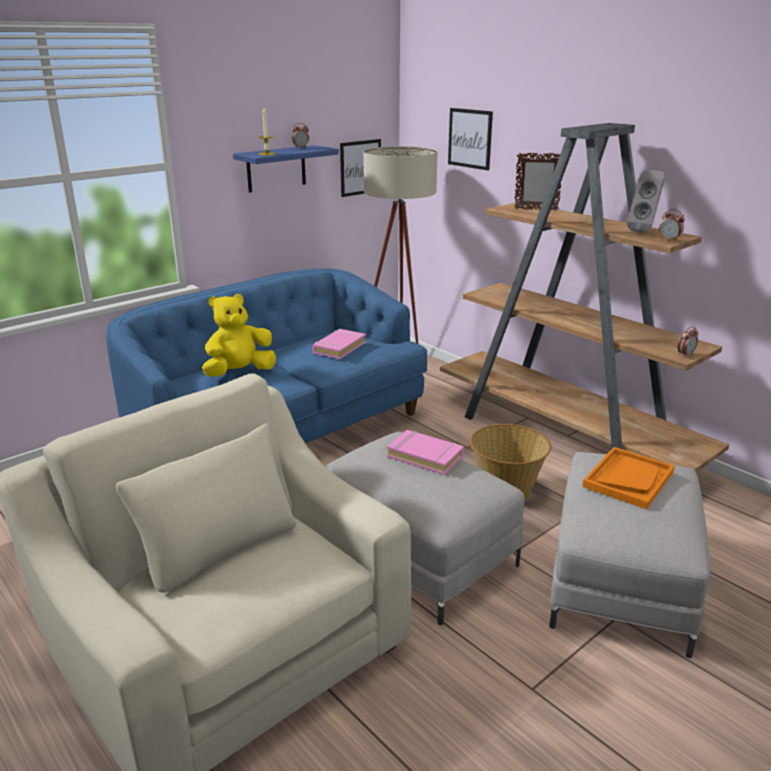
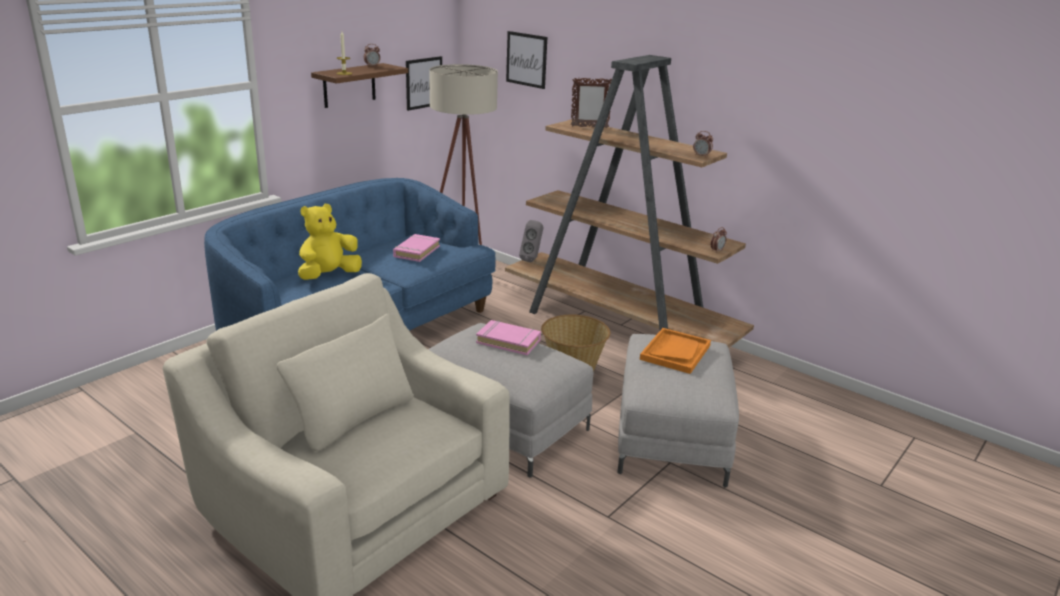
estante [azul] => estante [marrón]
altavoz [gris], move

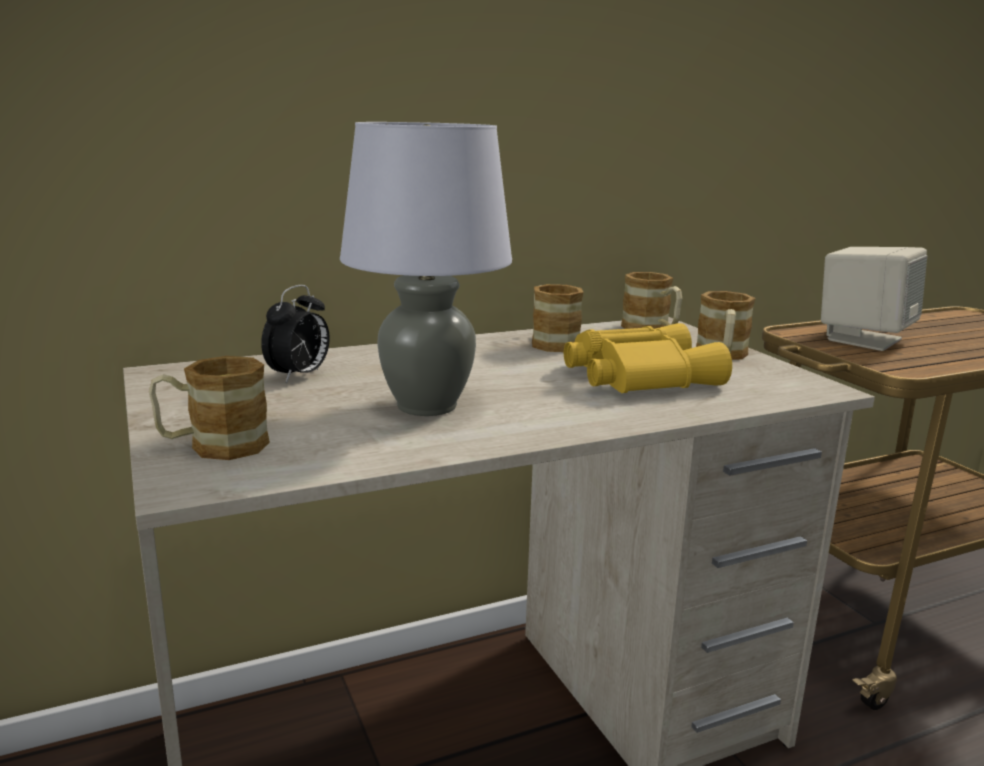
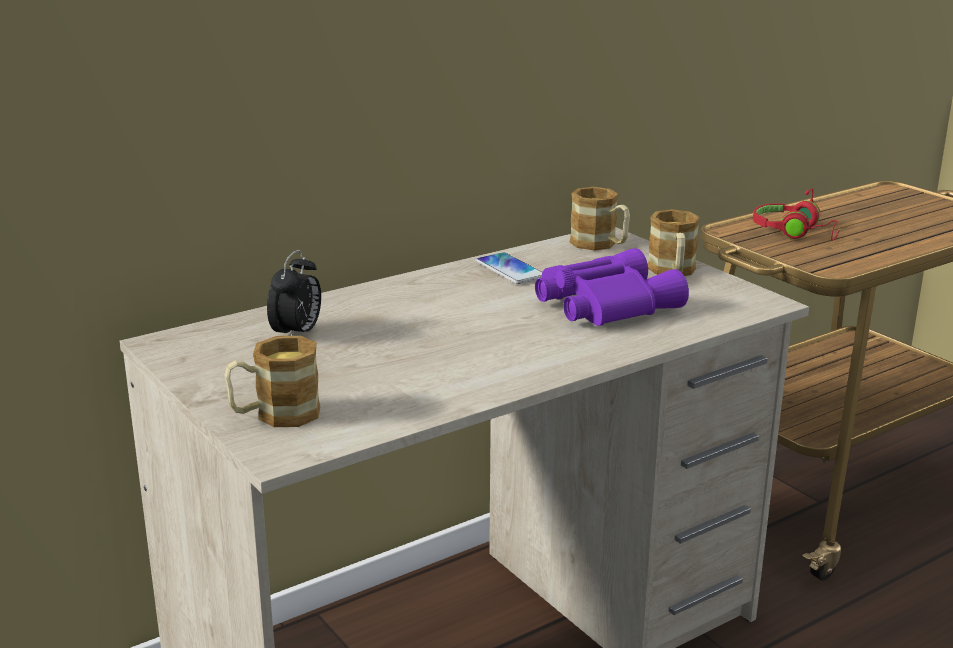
taza grande (2nd from left) => móvil
prismáticos [amarillo] => prismáticos [morado]
altavoz [beis] => auriculares [rojo]
lámpara de mesa [gris] => nothing

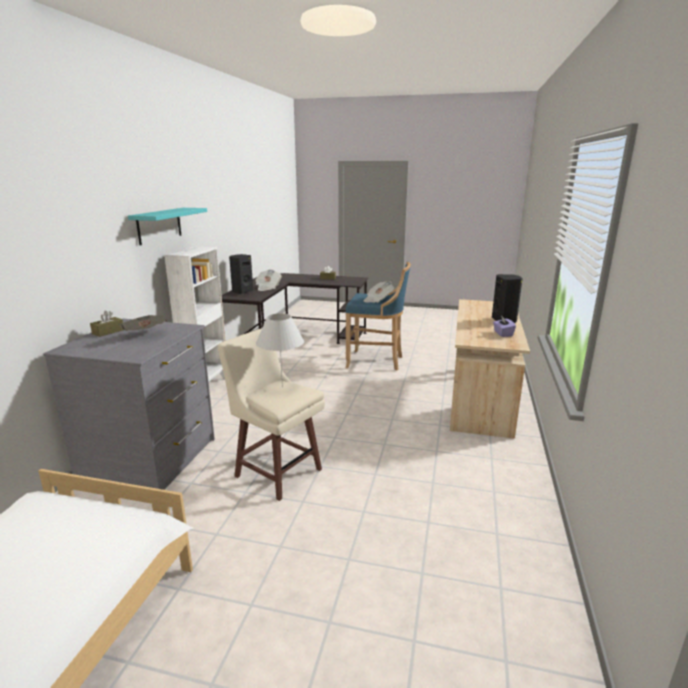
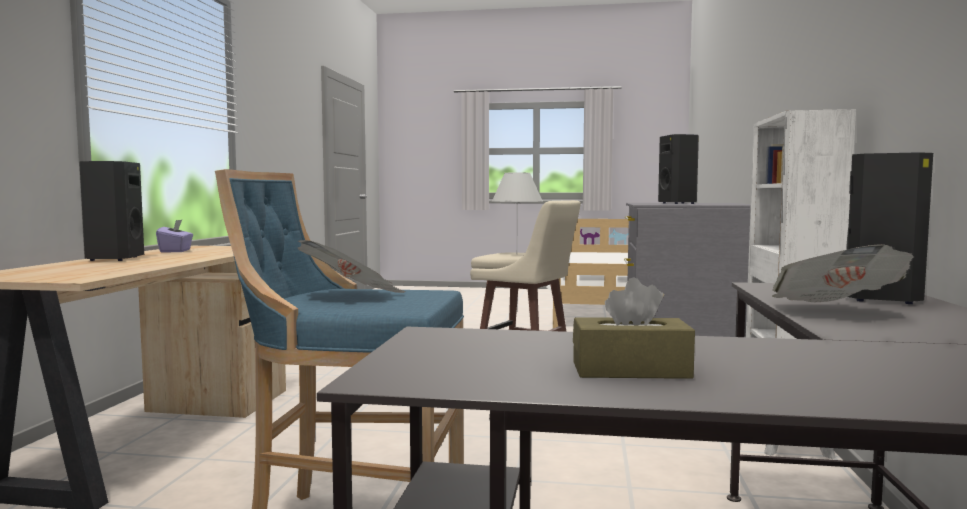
periódico (1st from left) => altavoz [negro] (2nd from left)
caja de pañuelos [marrón] (1st from left) => nothing
estante [turquesa] => nothing

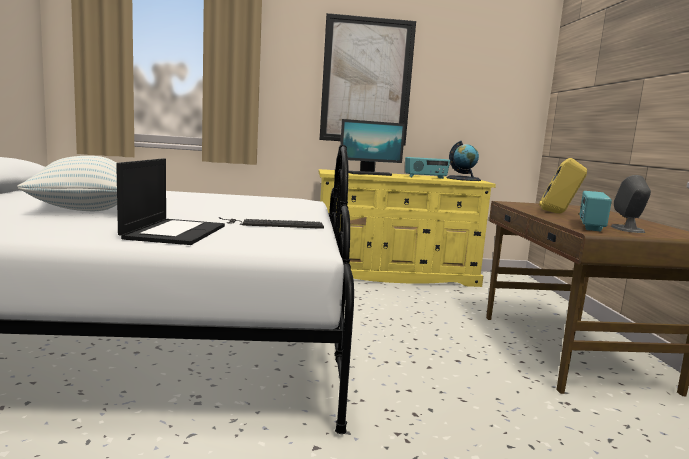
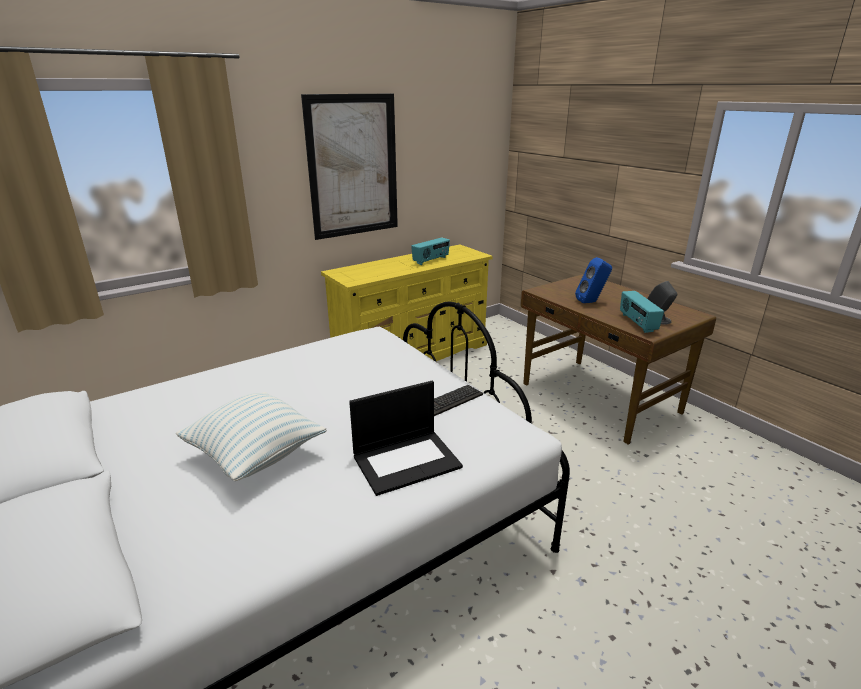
portátil, 90 degrees clockwise
altavoz [amarillo] => altavoz [azul]
monitor => nothing
globo terráqueo => nothing

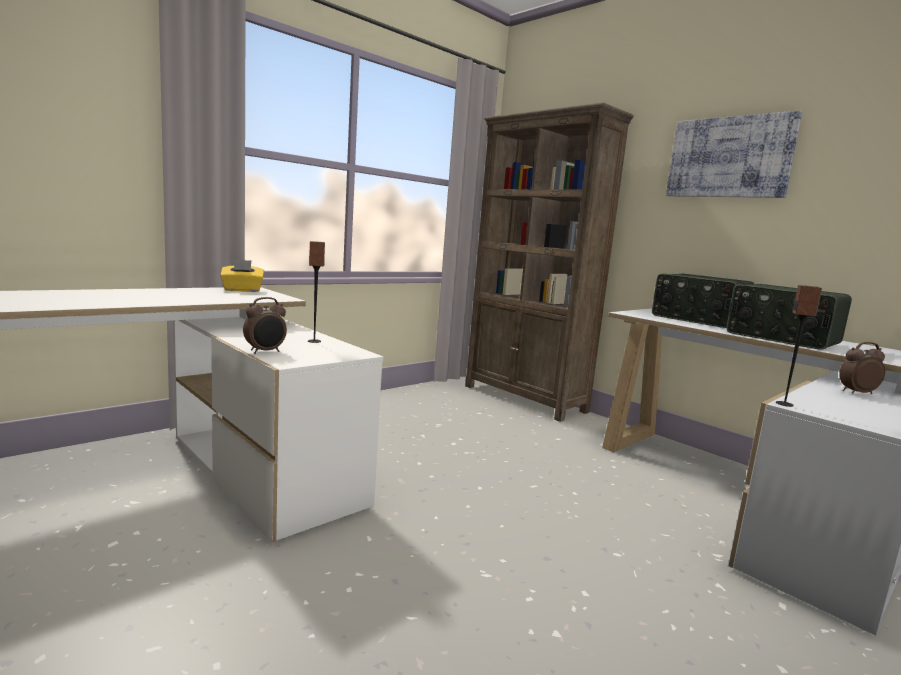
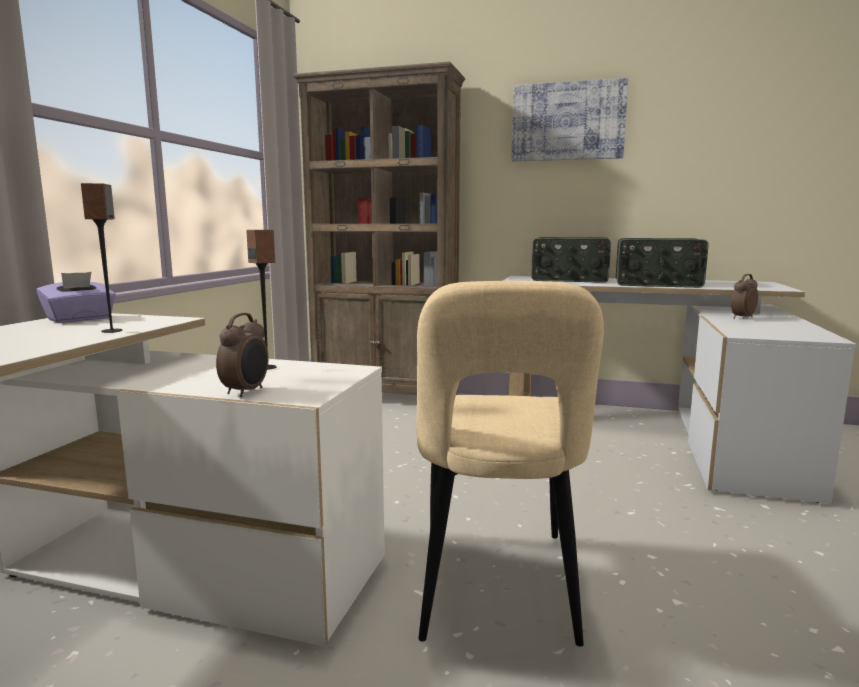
caja de pañuelos [amarillo] => caja de pañuelos [morado]
altavoz (2nd from left in the first image) => altavoz (1st from left), move
nothing => silla [beis]

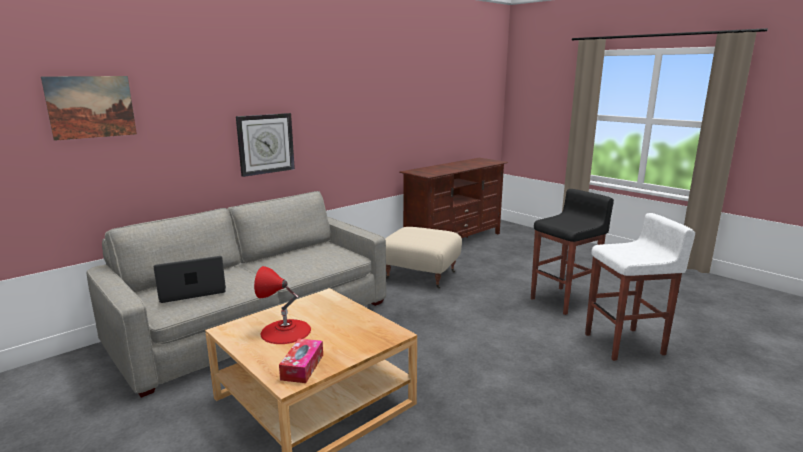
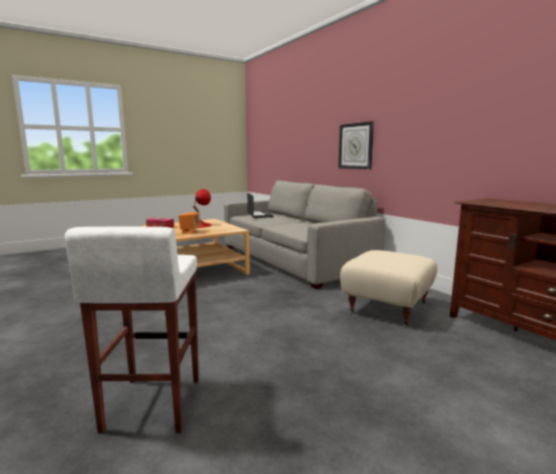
nothing => altavoz [naranja]
cuadro => nothing
taburete [negro] => nothing

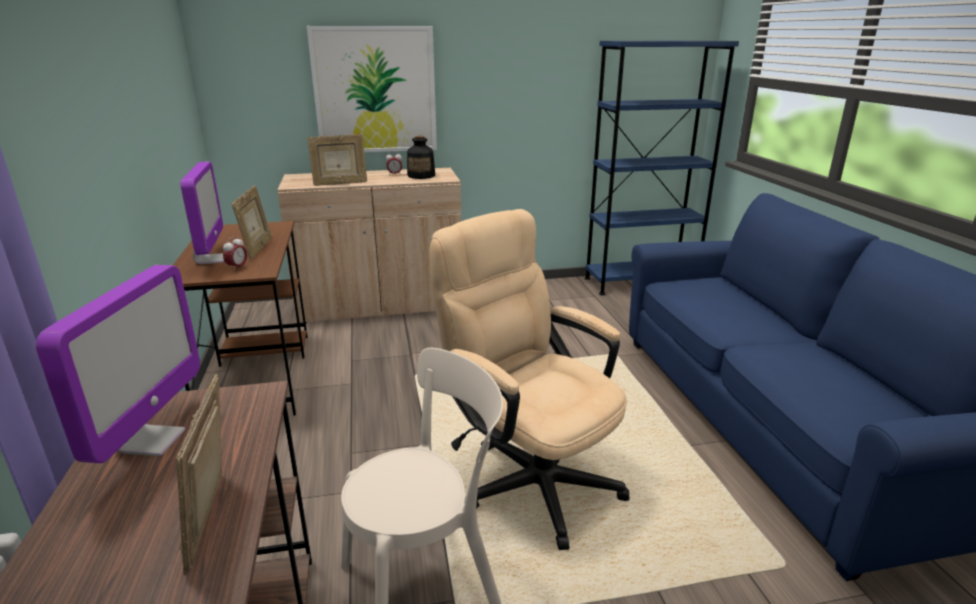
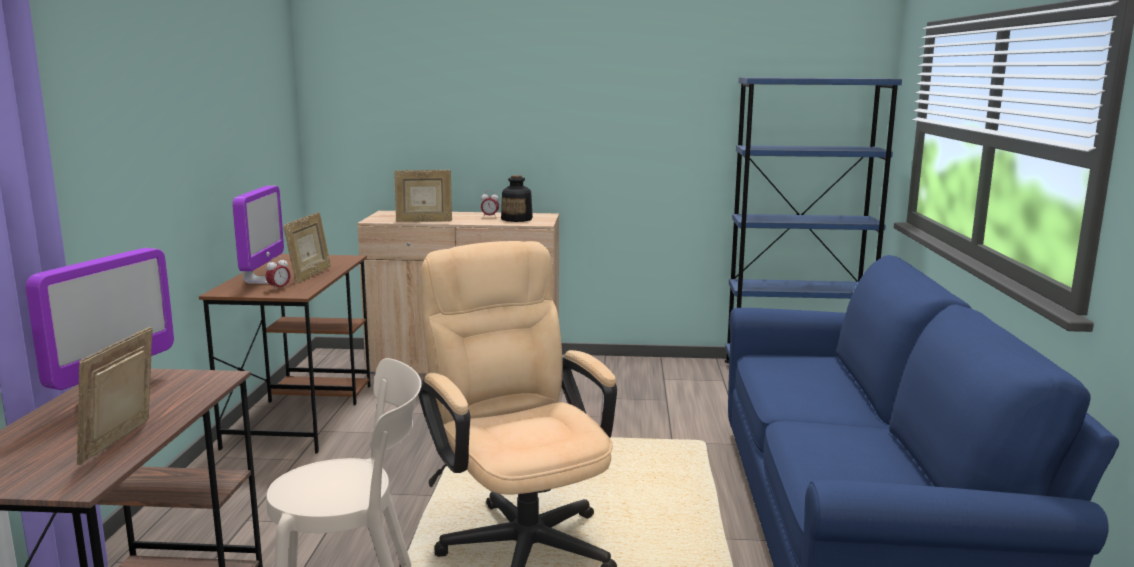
cuadro => nothing

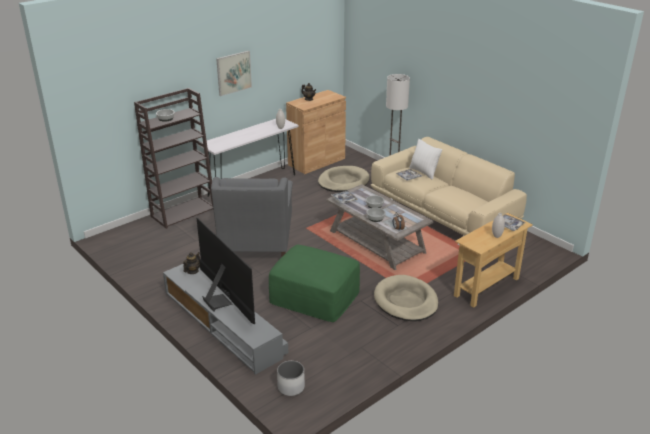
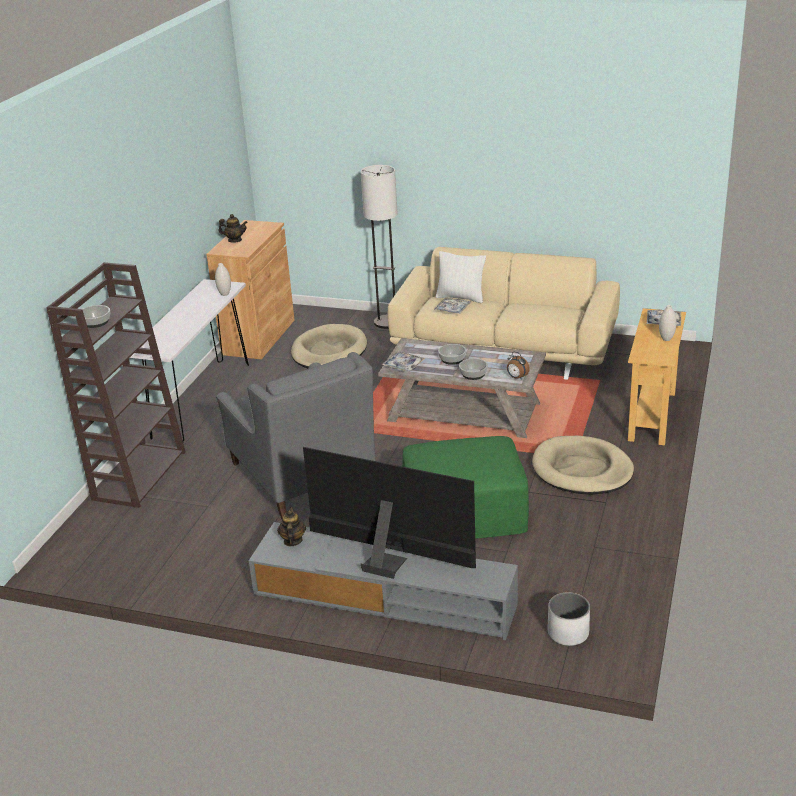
cuadro => nothing

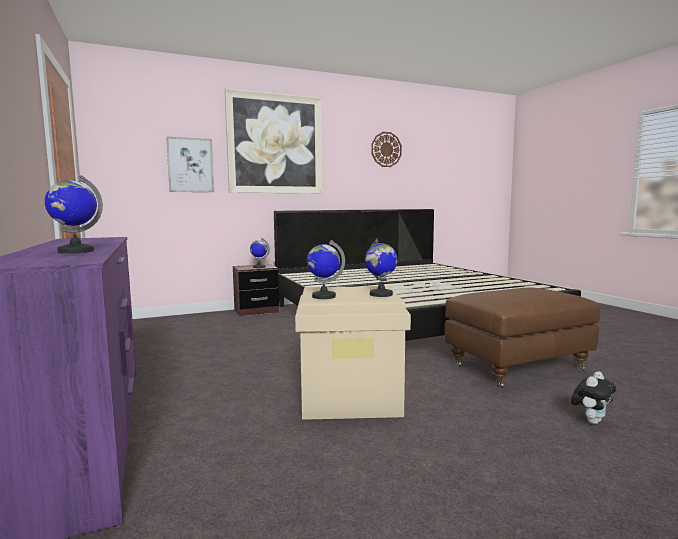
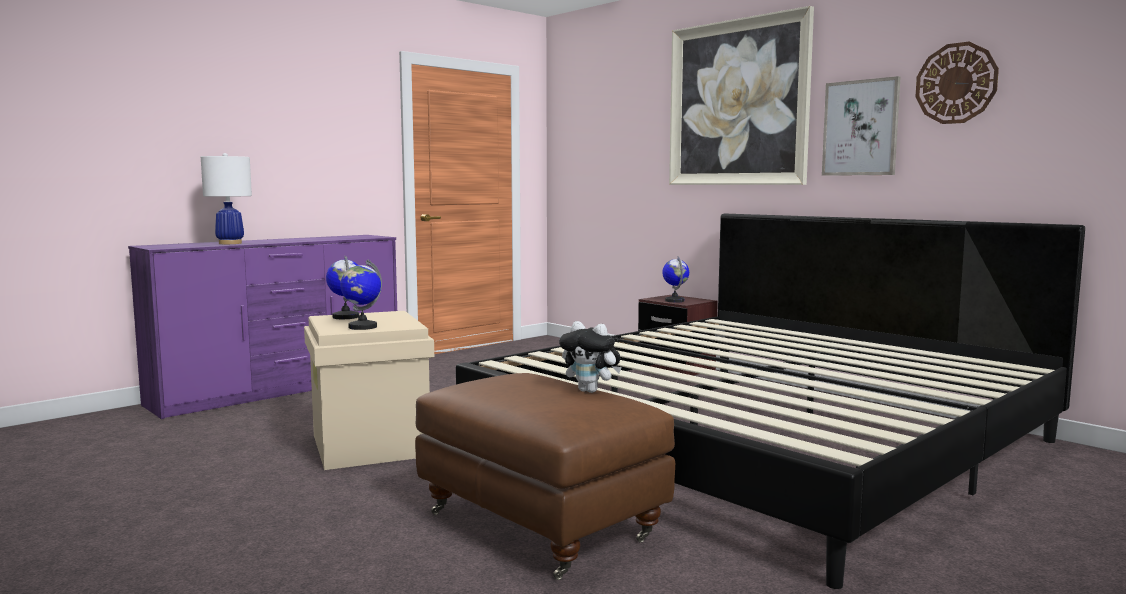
globo terráqueo (1st from left) => lámpara de mesa [blanco]
peluche, move
cuadro (1st from left in the first image) => cuadro (2nd from left), move

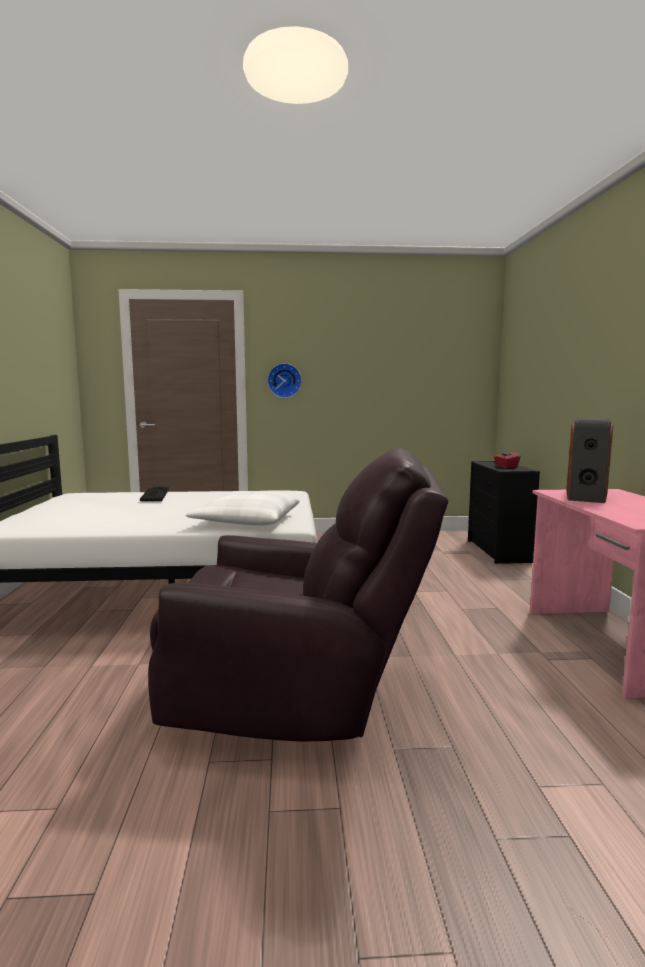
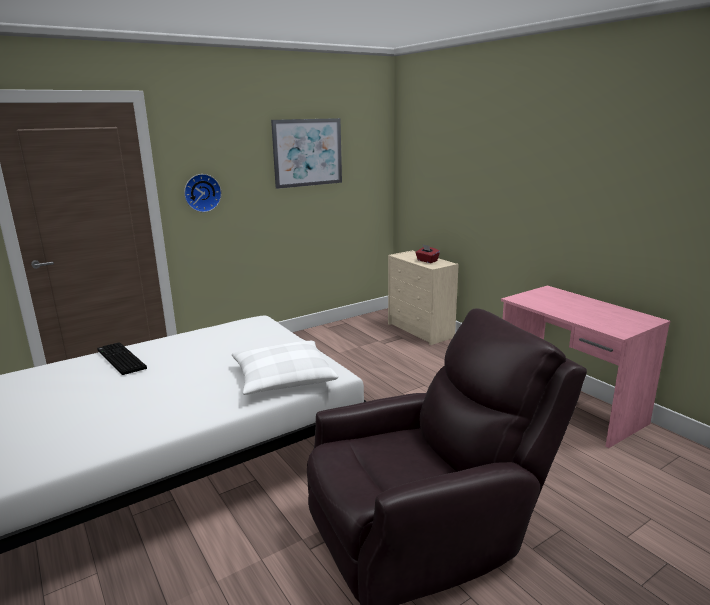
nothing => cuadro
cómoda [negro] => cómoda [beis]
altavoz => nothing

